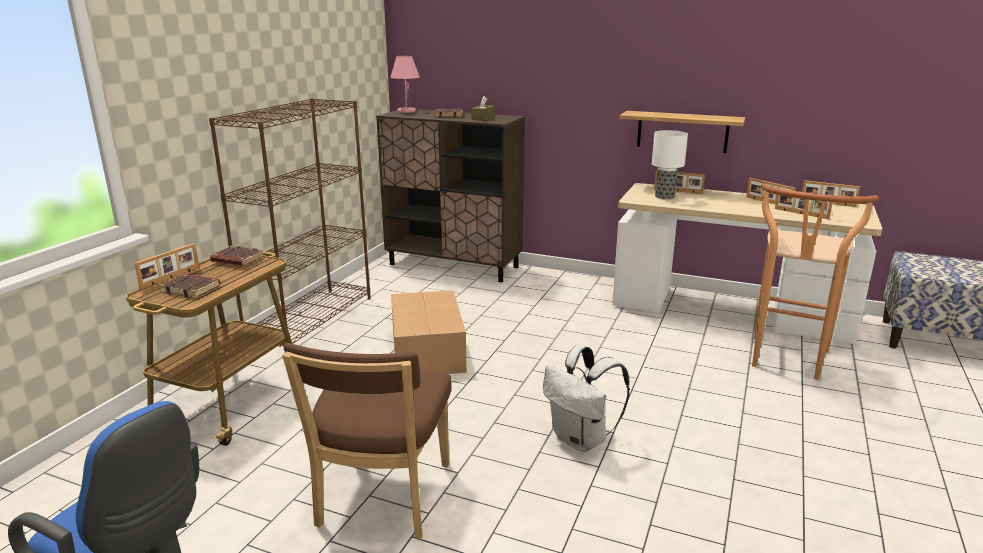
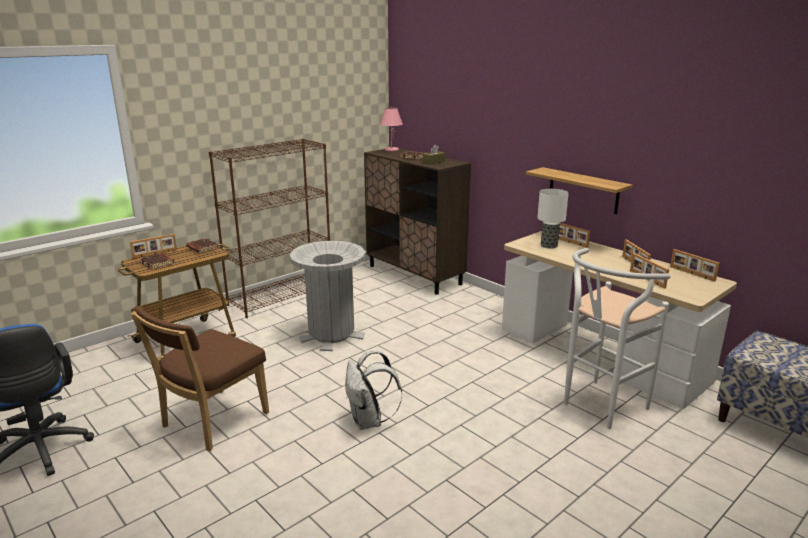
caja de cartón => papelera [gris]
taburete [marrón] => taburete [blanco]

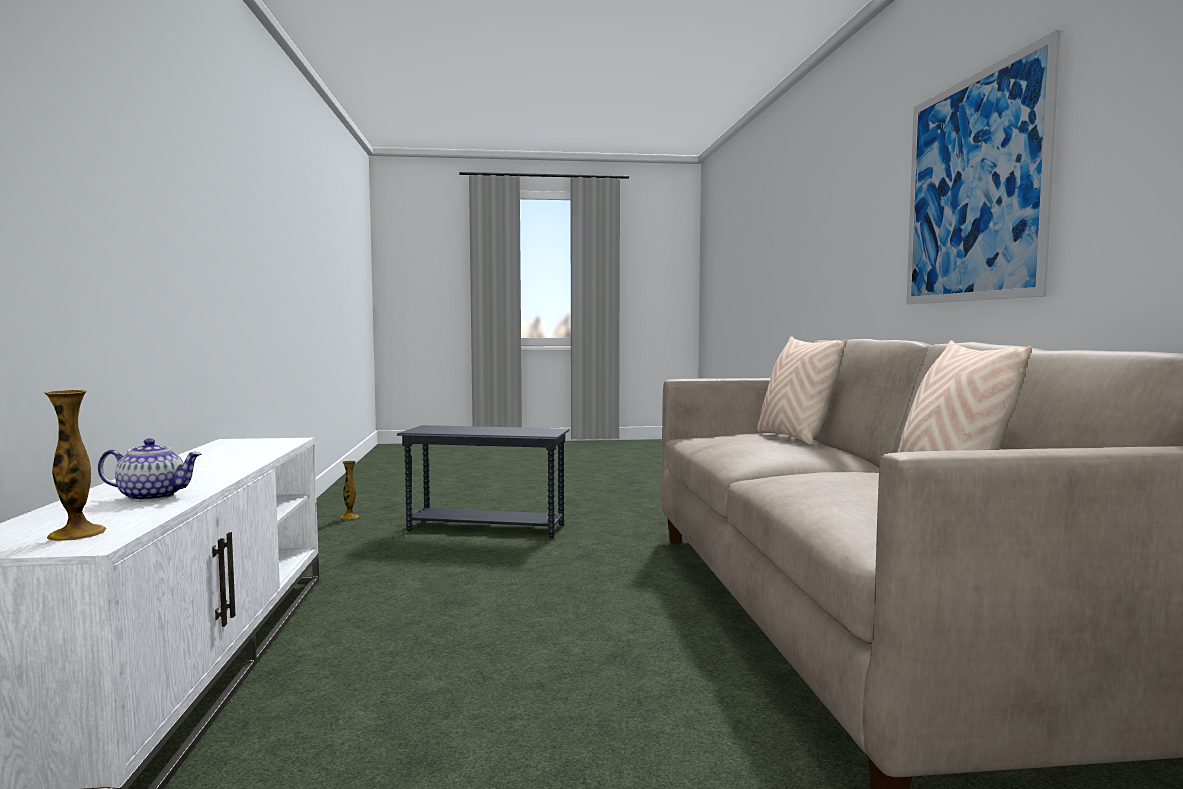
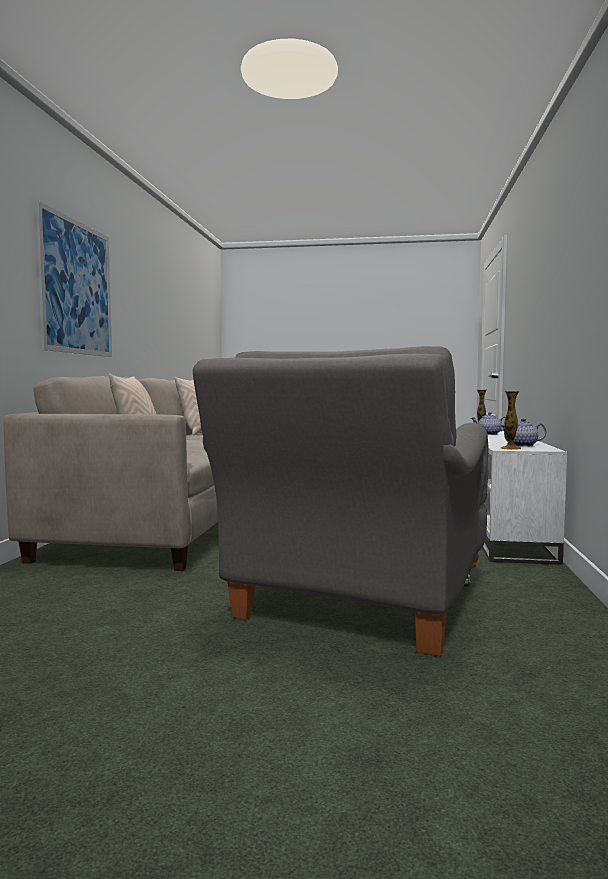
mesa auxiliar [gris] => sillón [gris]
florero (2nd from left), move
nothing => tetera (2nd from left)

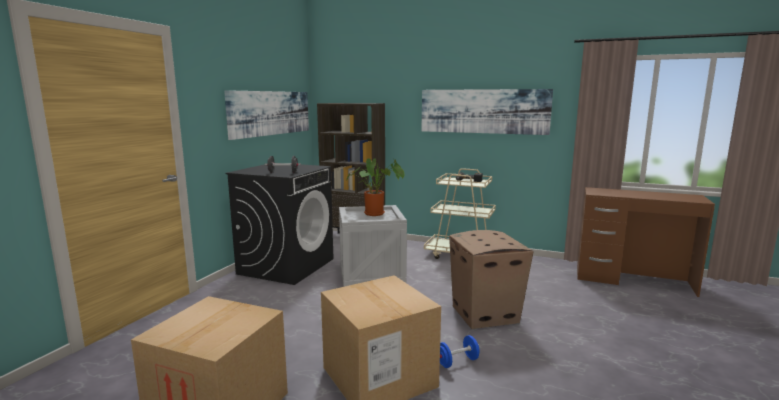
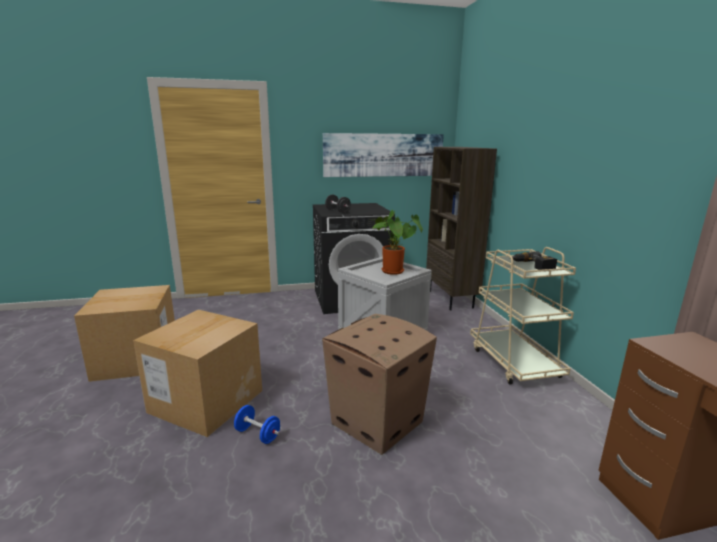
cuadro (2nd from left) => nothing

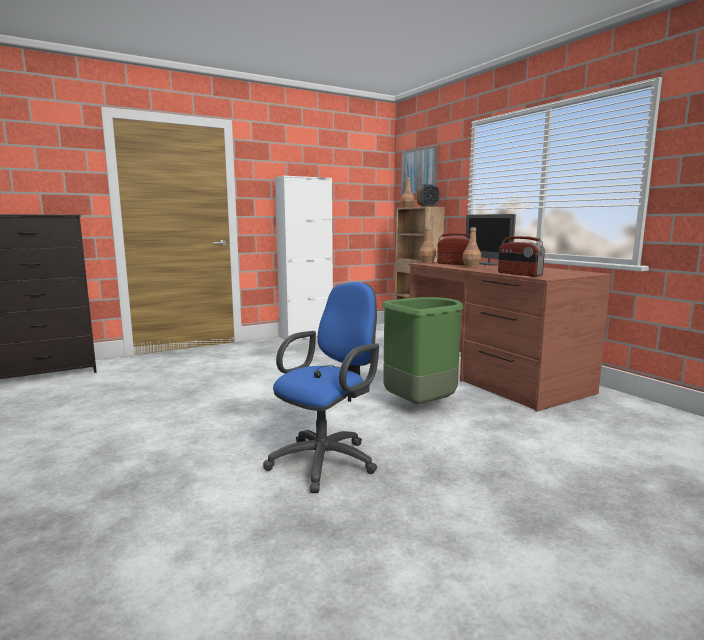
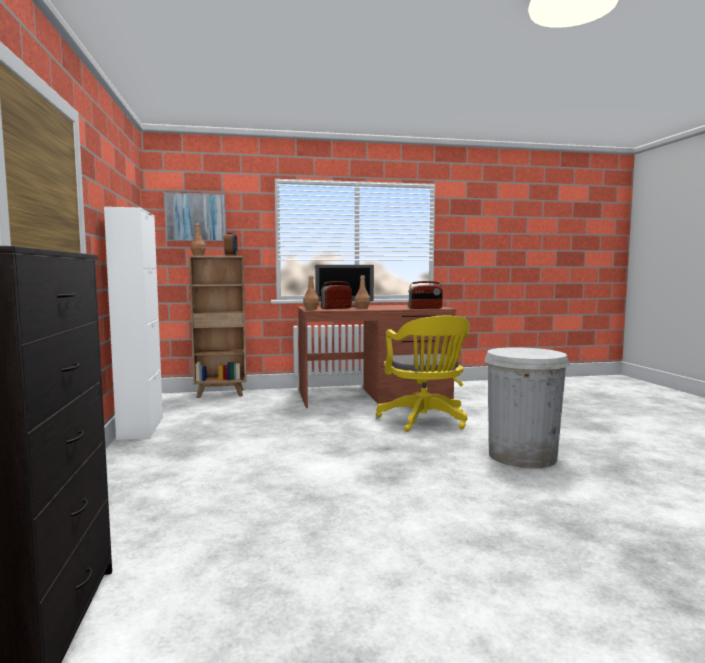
papelera [verde] => silla de oficina [amarillo]
silla de oficina [azul] => papelera [blanco]

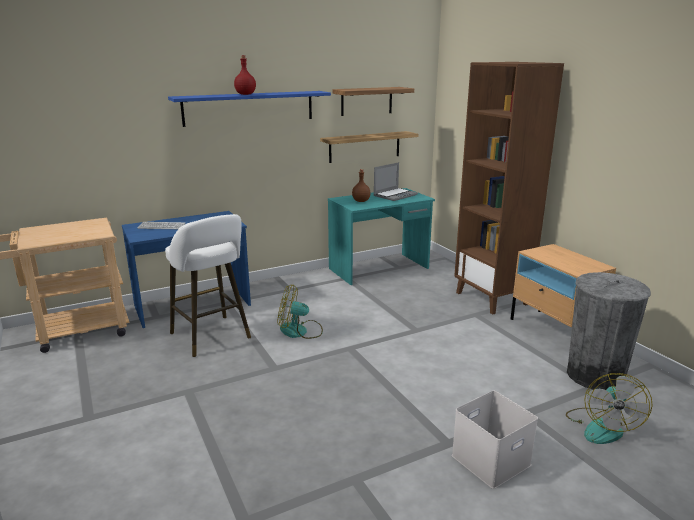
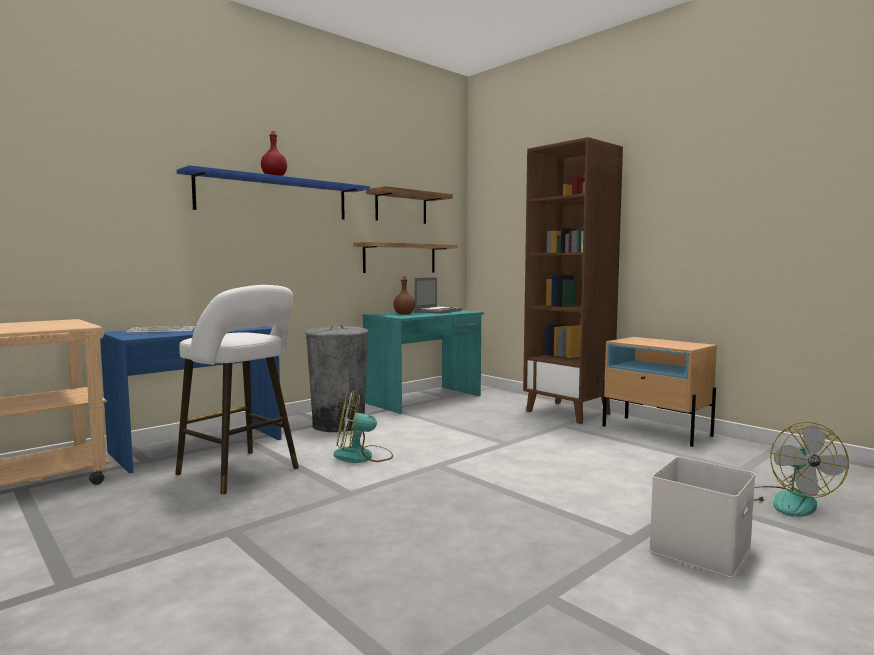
papelera [gris], move

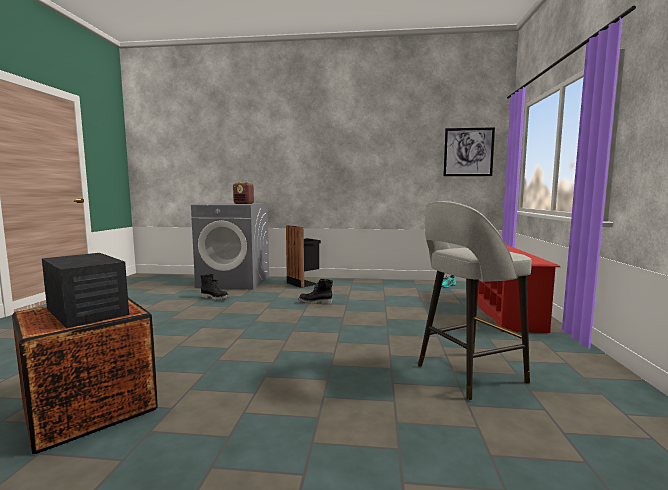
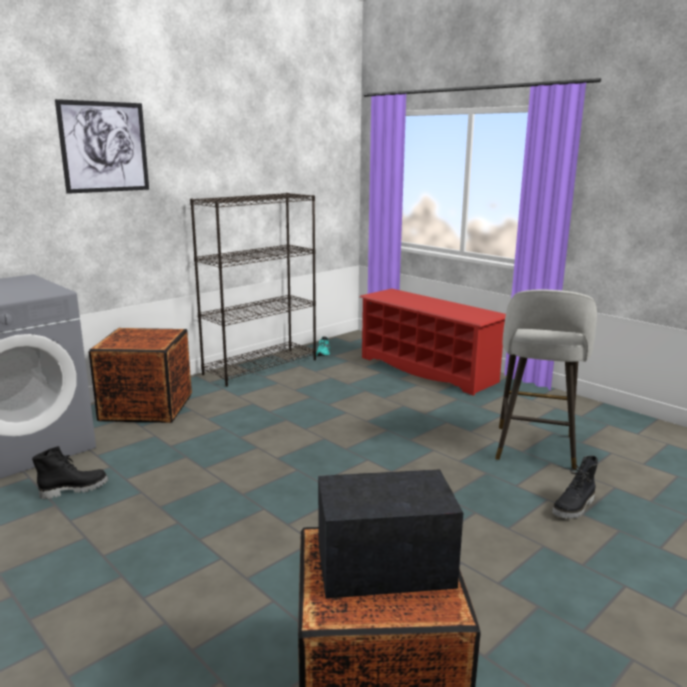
cuadro, move
papelera [negro] => caja de embalaje (1st from left)
nothing => estantería [negro]
bota [negro] (2nd from left), move
radio (2nd from left) => nothing

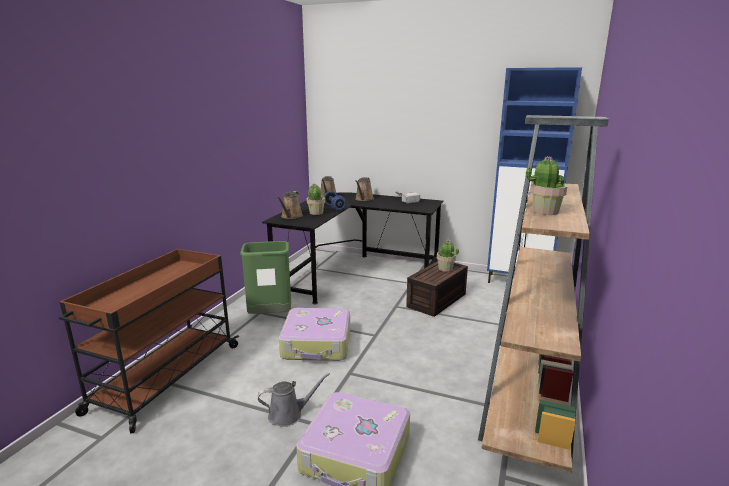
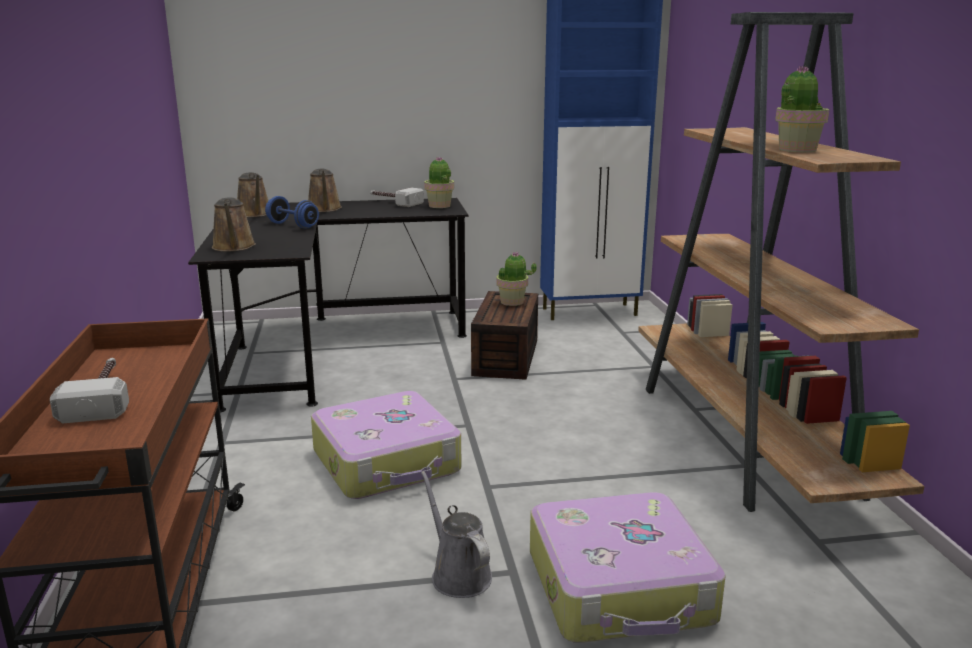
nothing => martillo (1st from left)
regadera [gris], 75 degrees counterclockwise
planta en maceta (1st from left), move
papelera [verde] => nothing

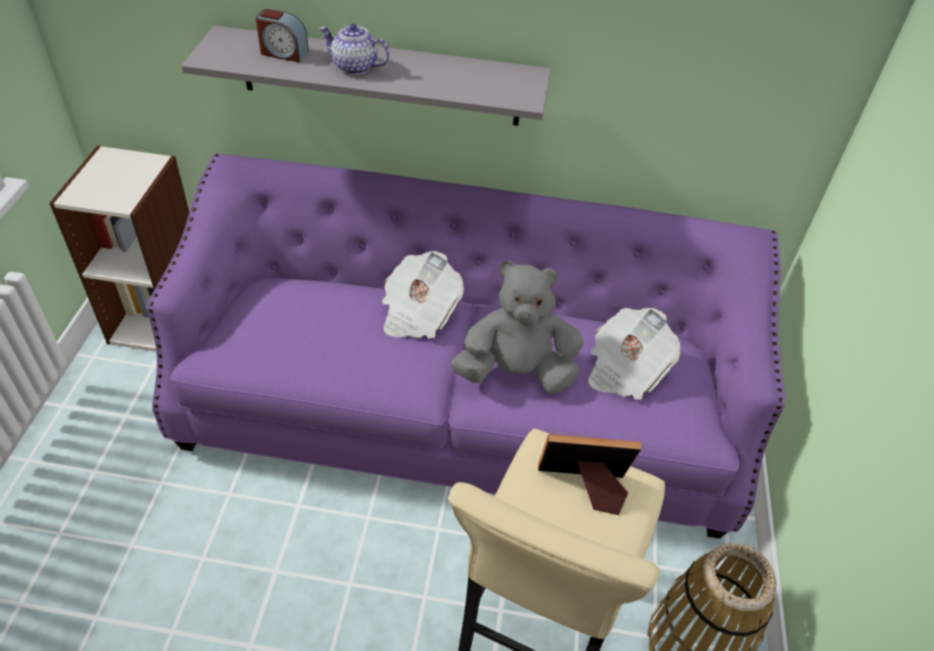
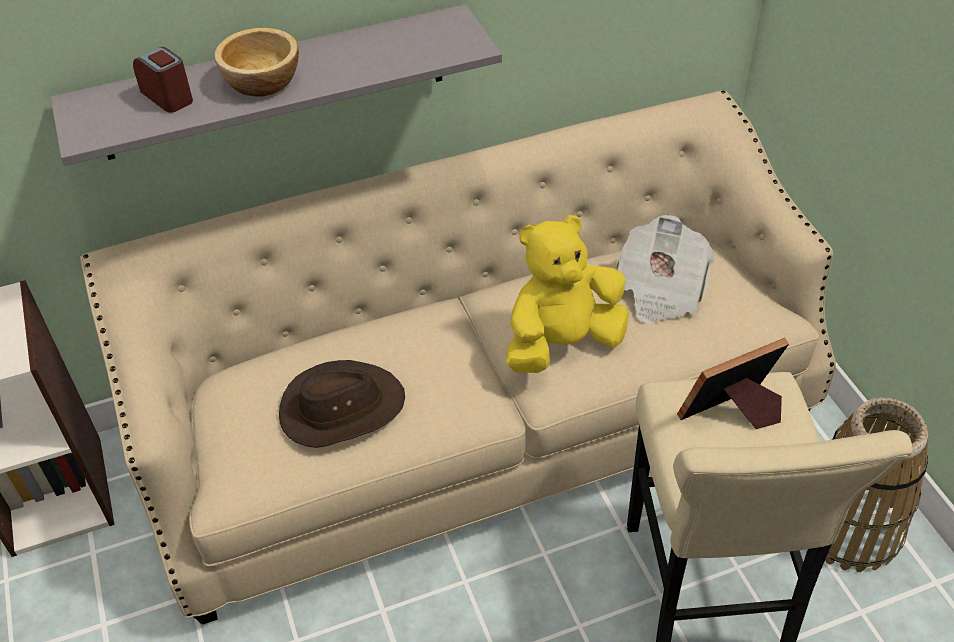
sofá [morado] => sofá [beis]
despertador, 120 degrees counterclockwise
tetera => cuenco
nothing => sombrero [marrón]
peluche [gris] => peluche [amarillo]
periódico (1st from left) => nothing

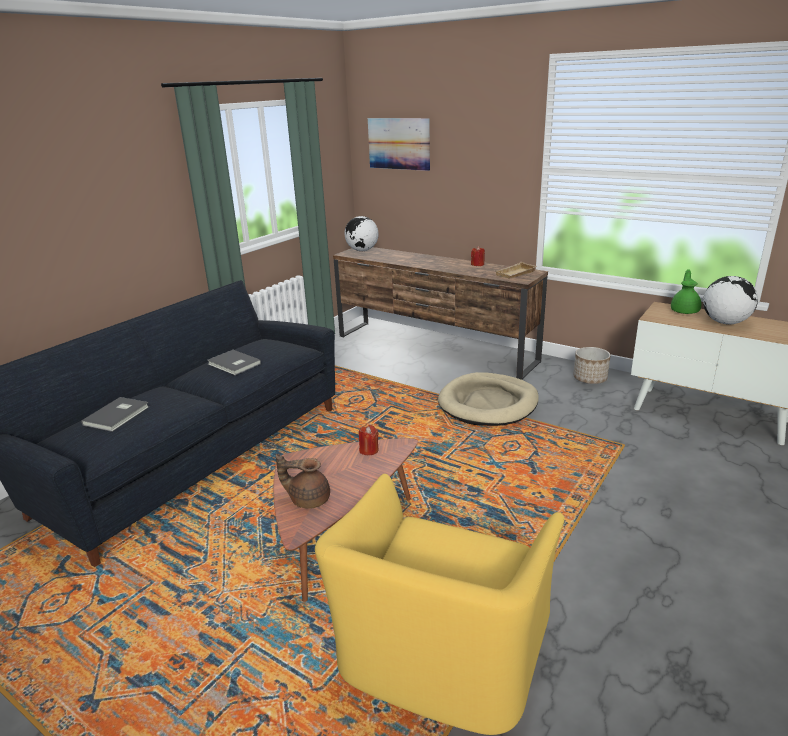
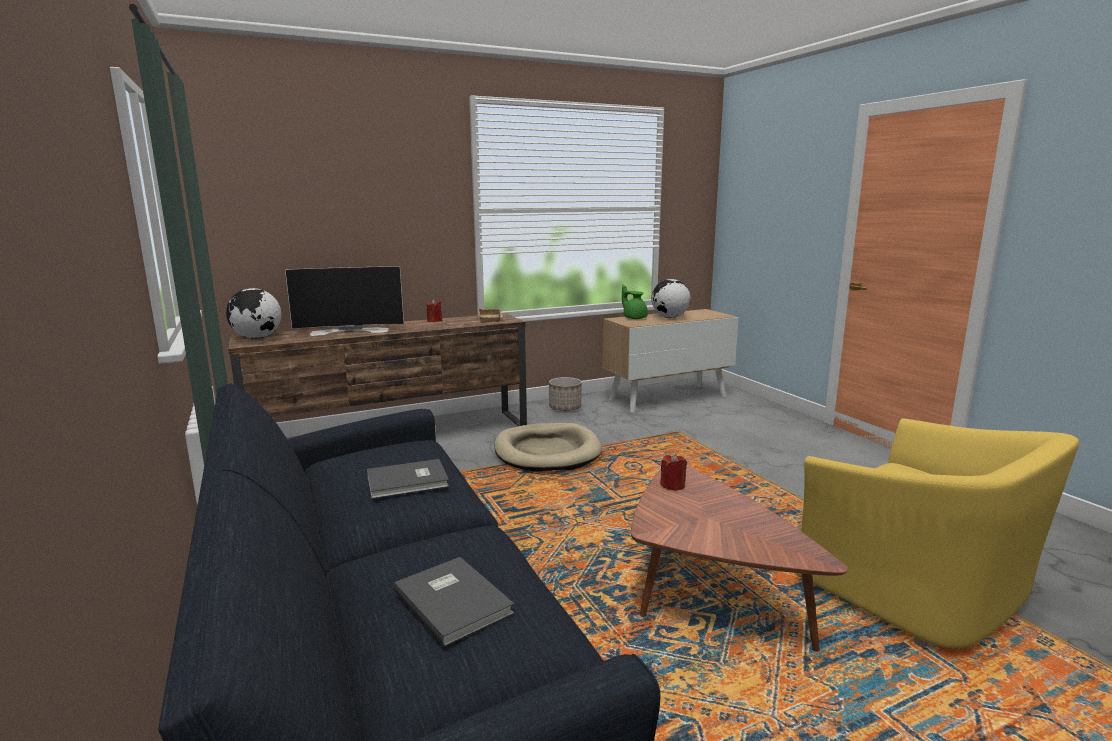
nothing => televisor
tetera [marrón] => nothing
cuadro => nothing

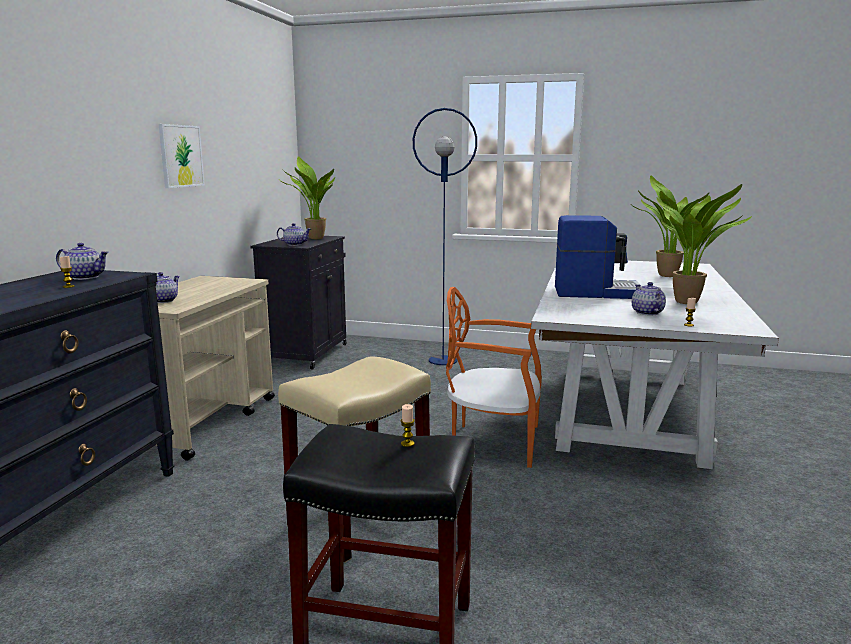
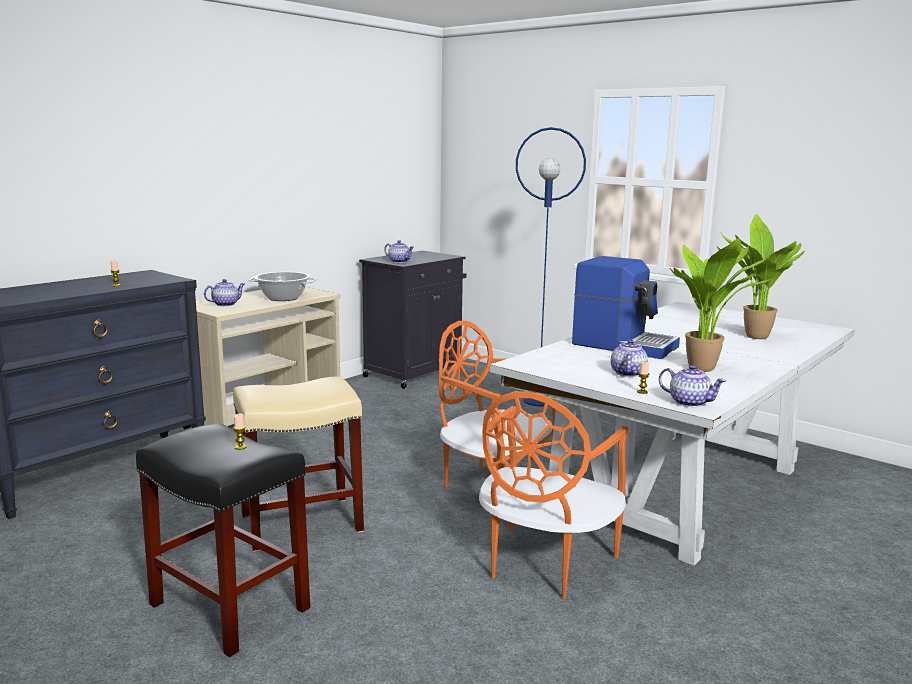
nothing => olla
nothing => silla [naranja] (2nd from left)
tetera (1st from left in the first image) => tetera (4th from left), move
cuadro => nothing
planta en maceta (1st from left) => nothing

